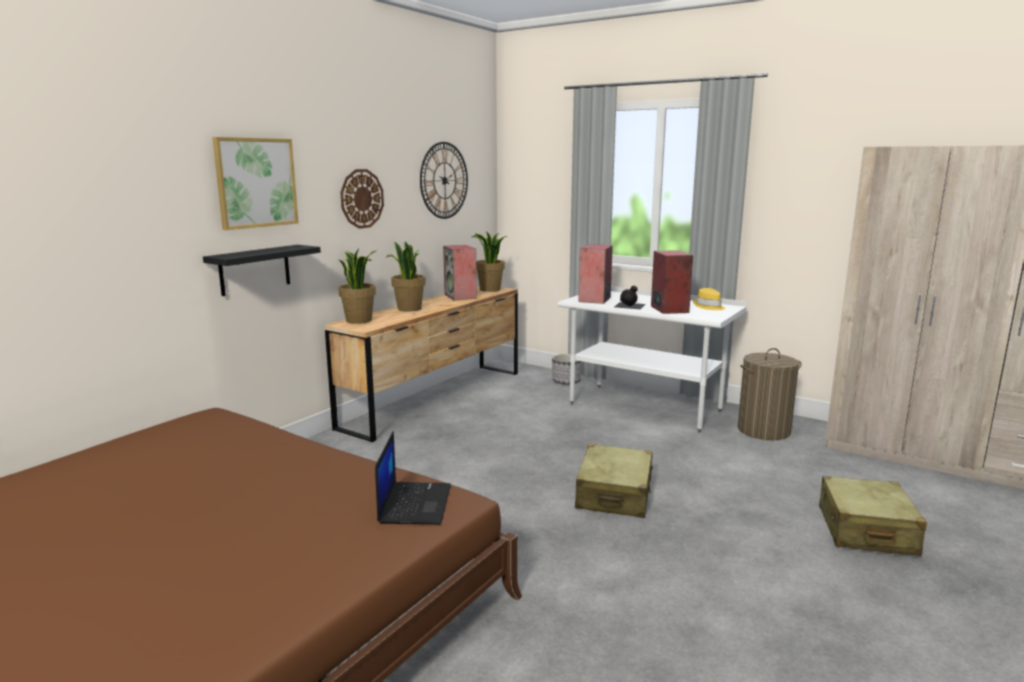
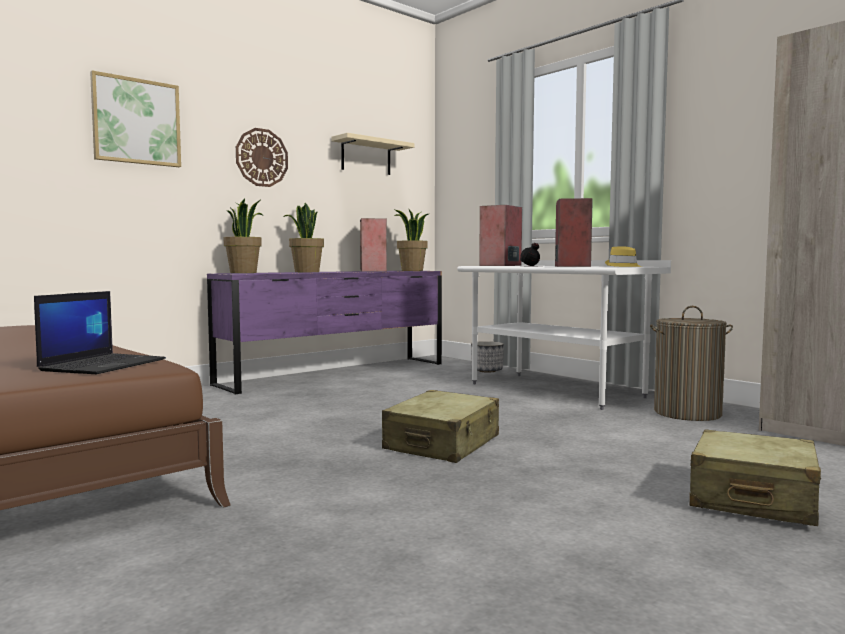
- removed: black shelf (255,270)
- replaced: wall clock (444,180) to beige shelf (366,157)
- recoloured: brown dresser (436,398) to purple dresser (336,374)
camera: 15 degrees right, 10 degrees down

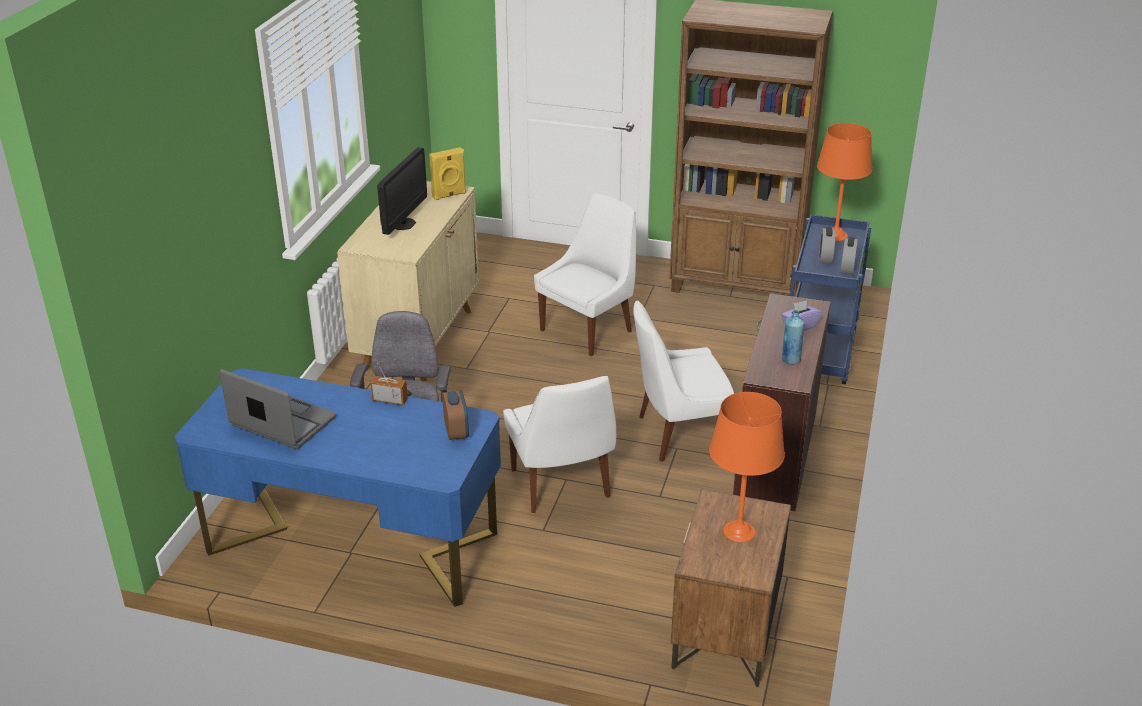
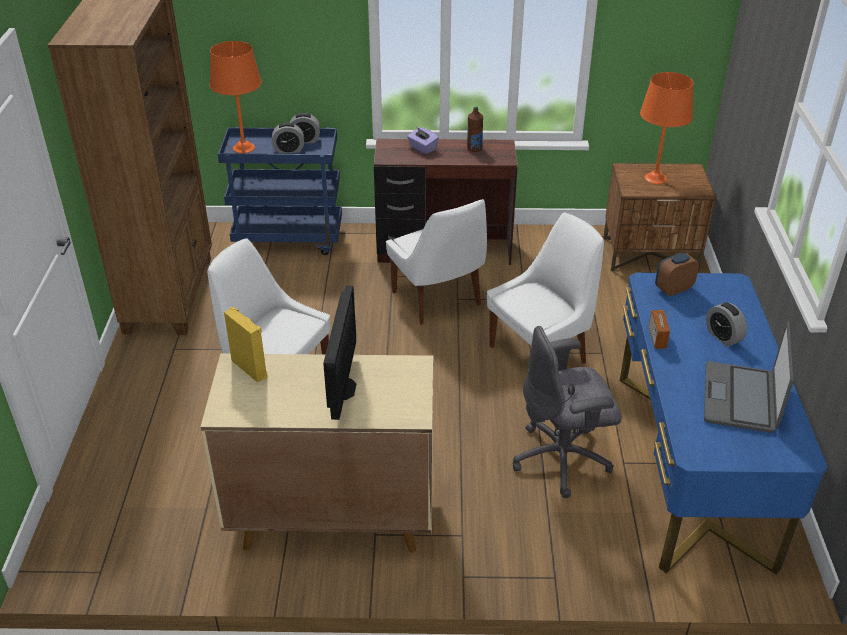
- added: alarm clock (723,337)
- recoloured: blue bottle (790,360) to brown bottle (474,149)
- turned: monitor (403,224) = (341,389) 90 degrees clockwise
camera: 105 degrees left, 5 degrees up

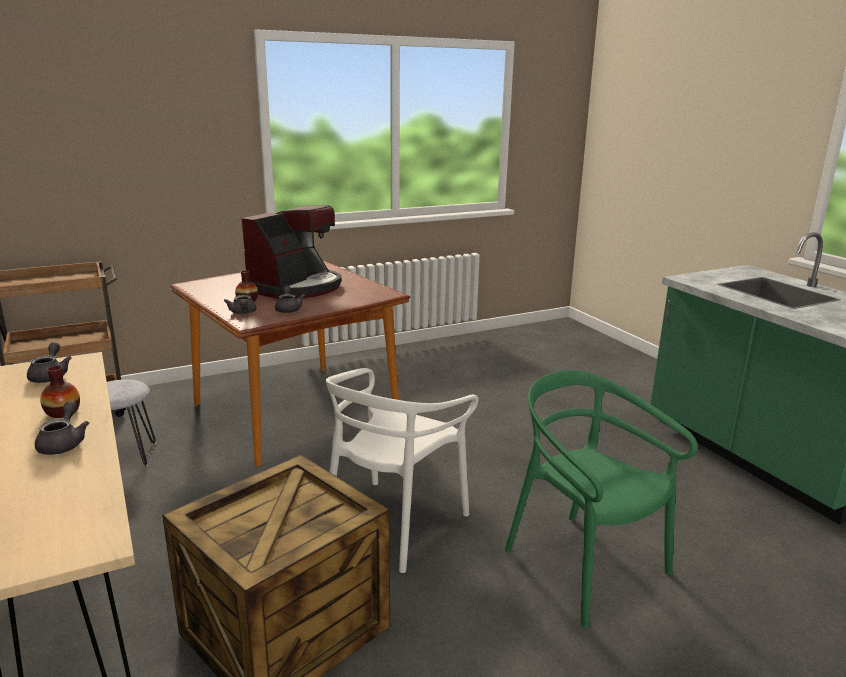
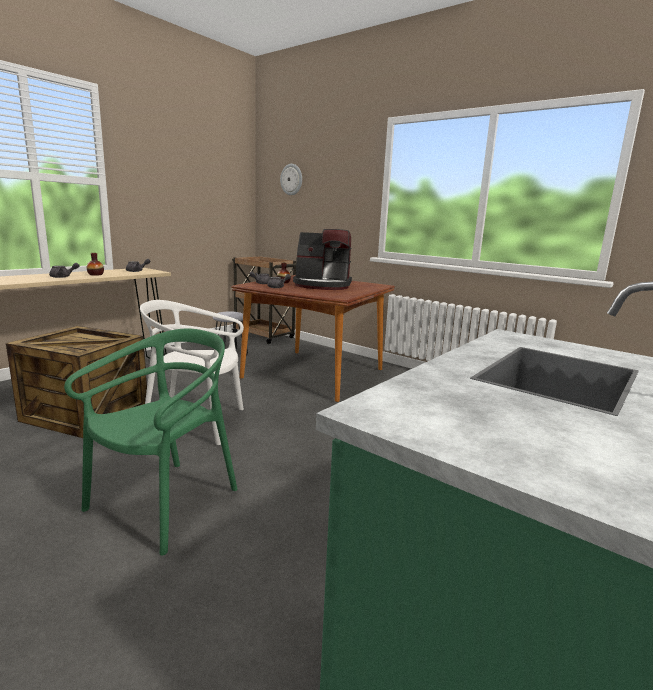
- added: wall clock (291,179)
camera: 65 degrees right, 5 degrees down

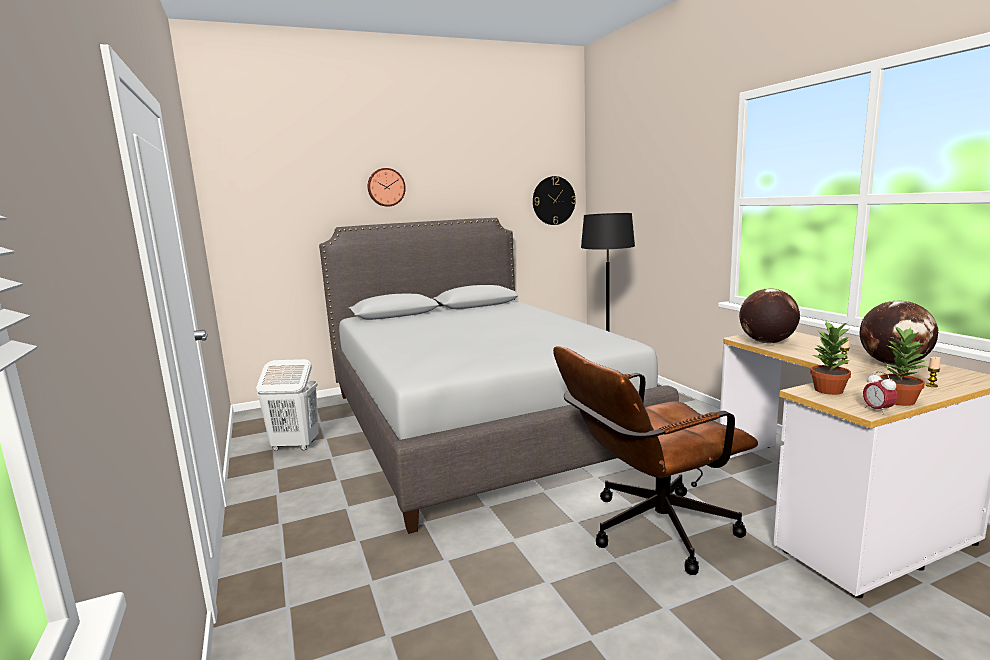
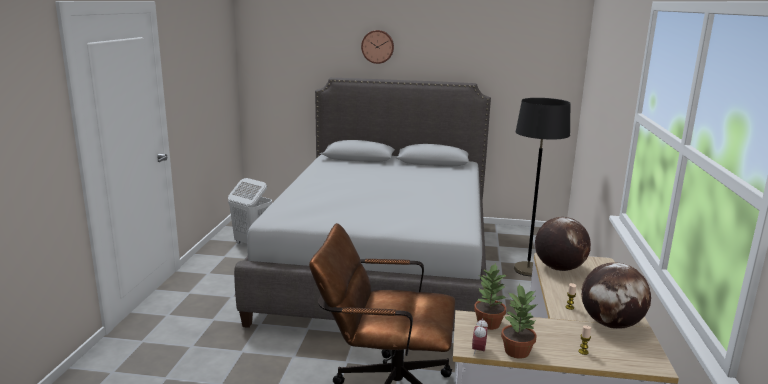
- removed: wall clock (553,200)
camera: 30 degrees right, 5 degrees up

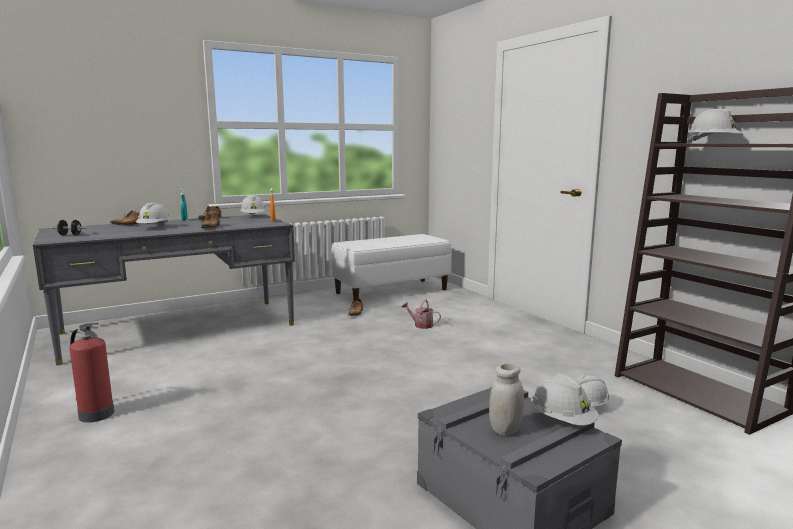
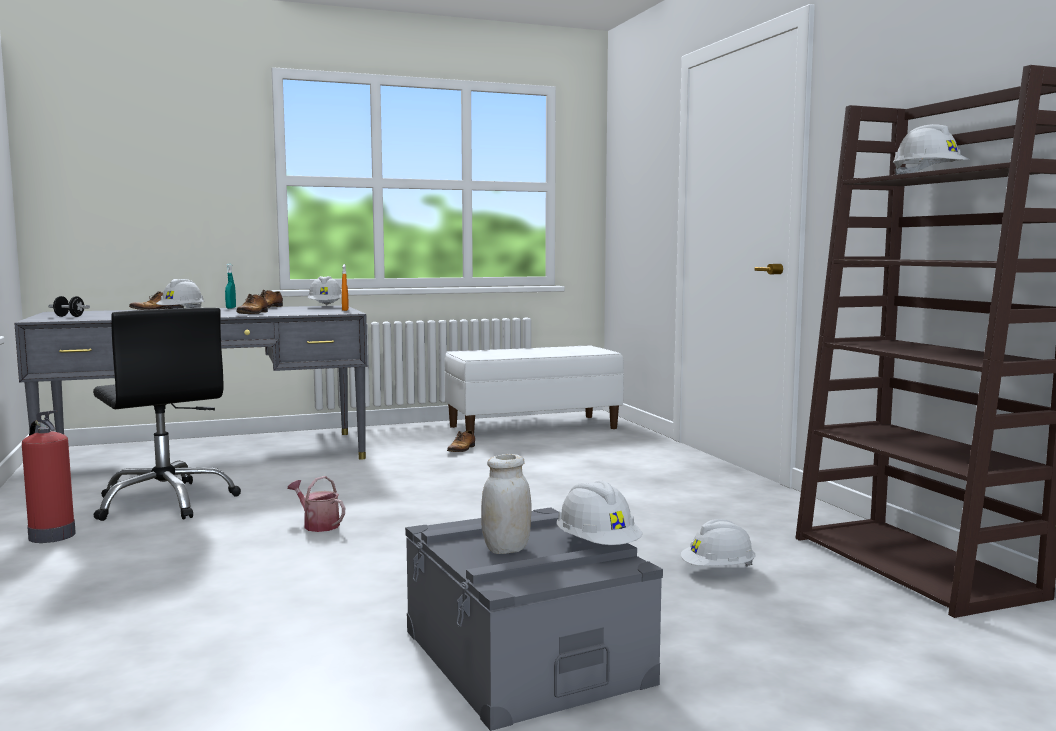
- added: black office chair (166,502)
- moved: watering can (421,325) to (318,525)
camera: 10 degrees right, 5 degrees down

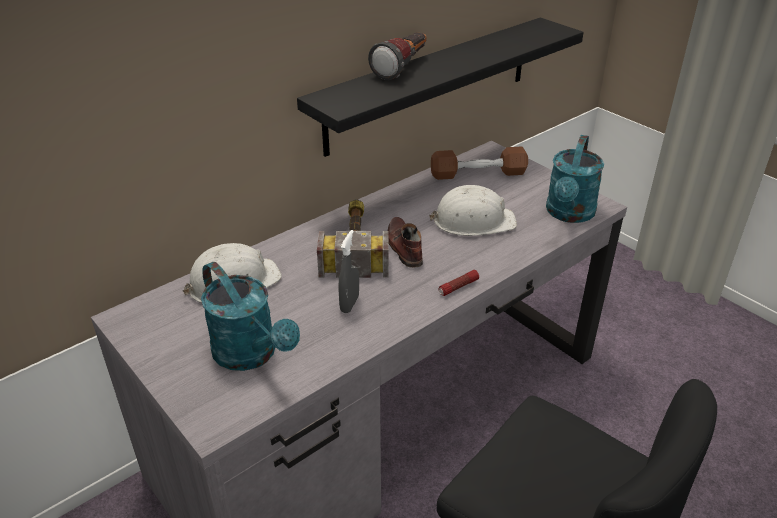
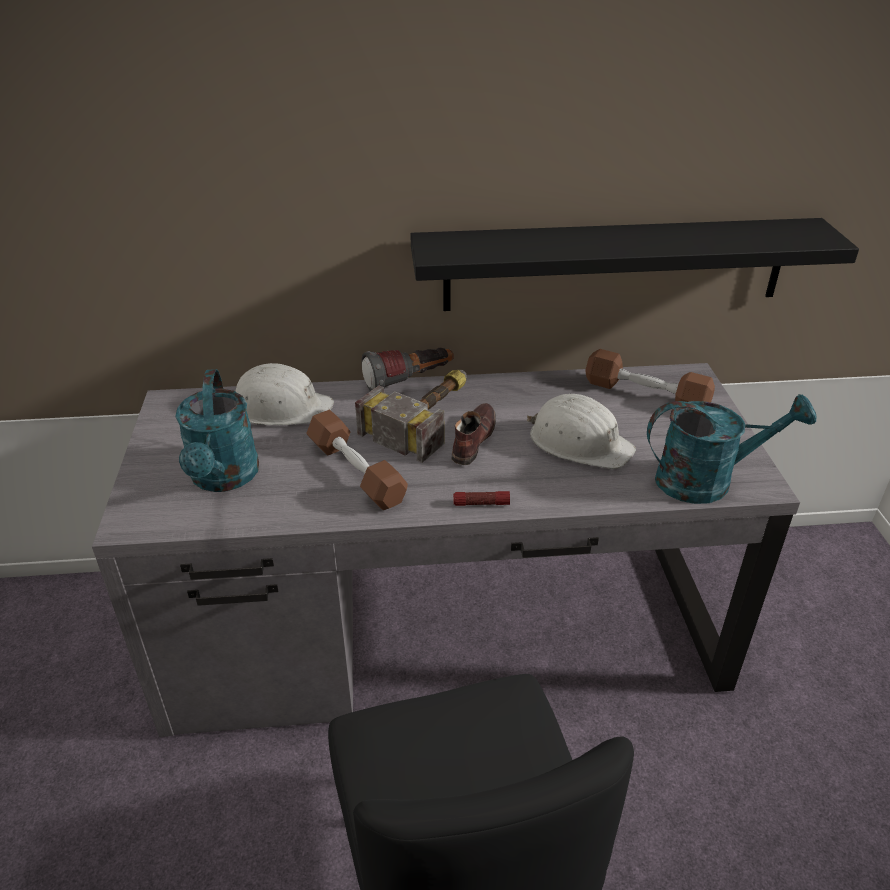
- moved: flashlight (403,68) to (409,382)
- replaced: grey spray bottle (349,304) to brown dumbbell (356,472)
- turned: turquoise watering can (569,214) = (707,480) 150 degrees counterclockwise
camera: 35 degrees right, 0 degrees up

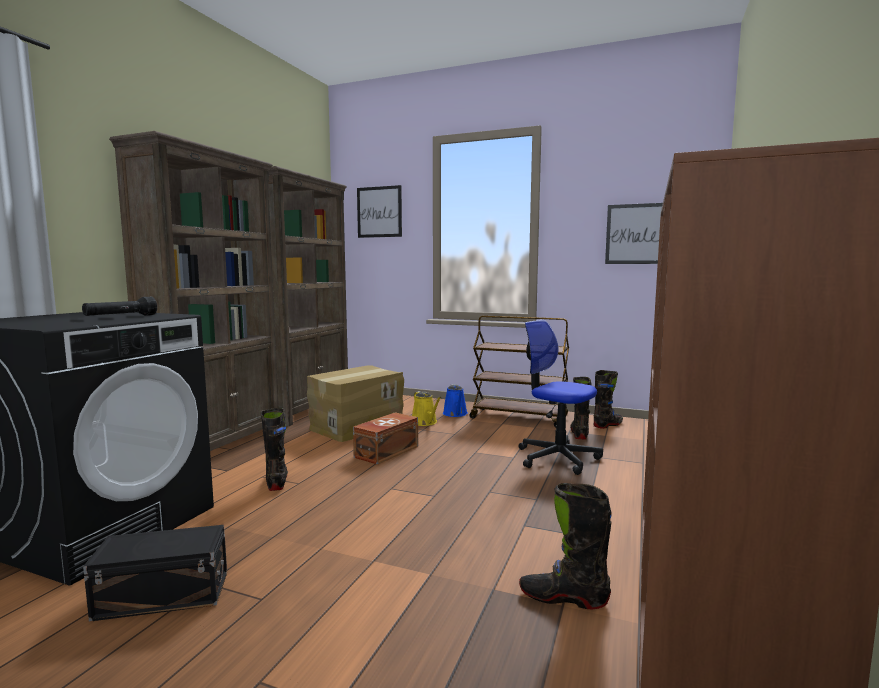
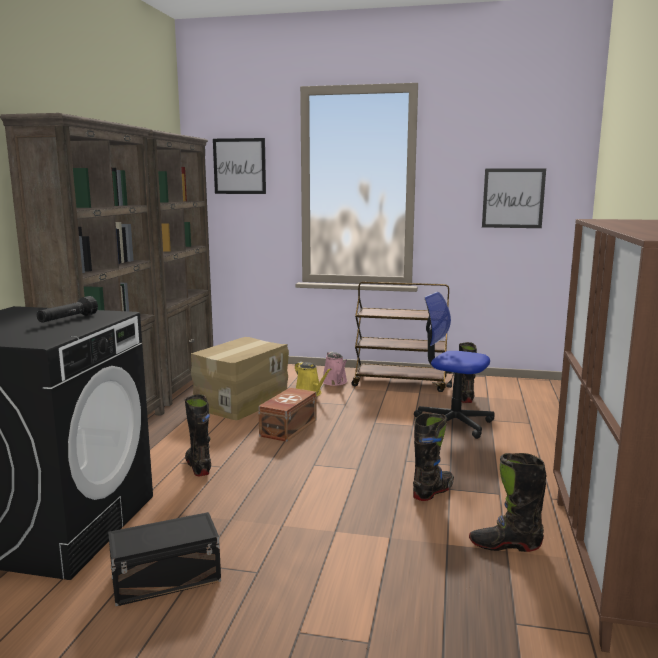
- moved: black boot (608,425) to (433,491)
- recoloured: blue watering can (455,414) to pink watering can (335,382)
camera: 10 degrees left, 5 degrees up

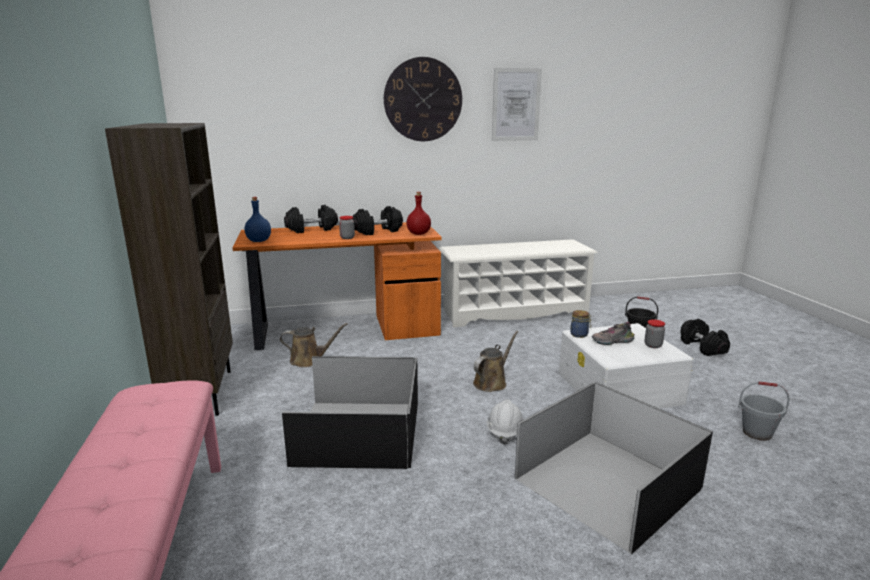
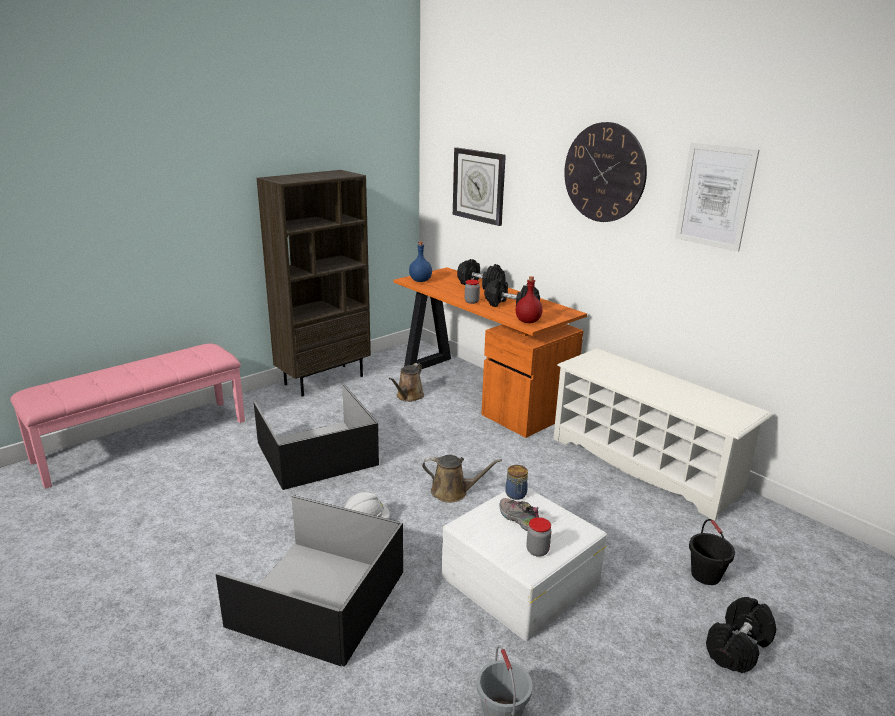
- added: wall clock (479,186)
- turned: brown watering can (309,360) = (408,396) 60 degrees clockwise
camera: 60 degrees right, 5 degrees up

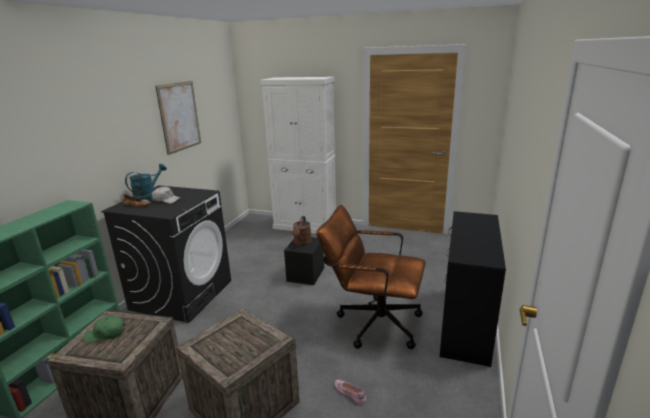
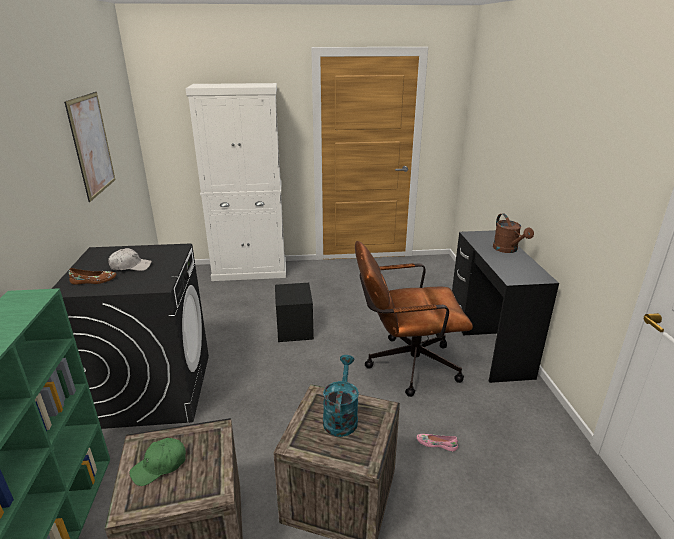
- moved: turquoise watering can (148,195) to (341,416)
- moved: brown watering can (302,243) to (508,250)
camera: 25 degrees left, 5 degrees up

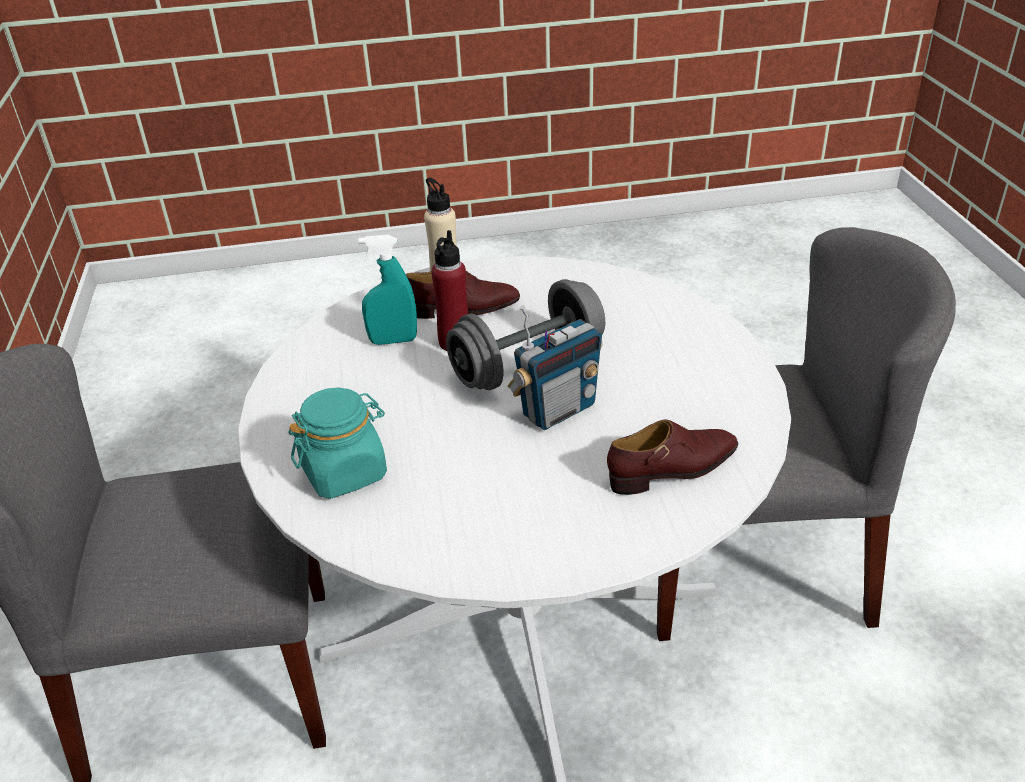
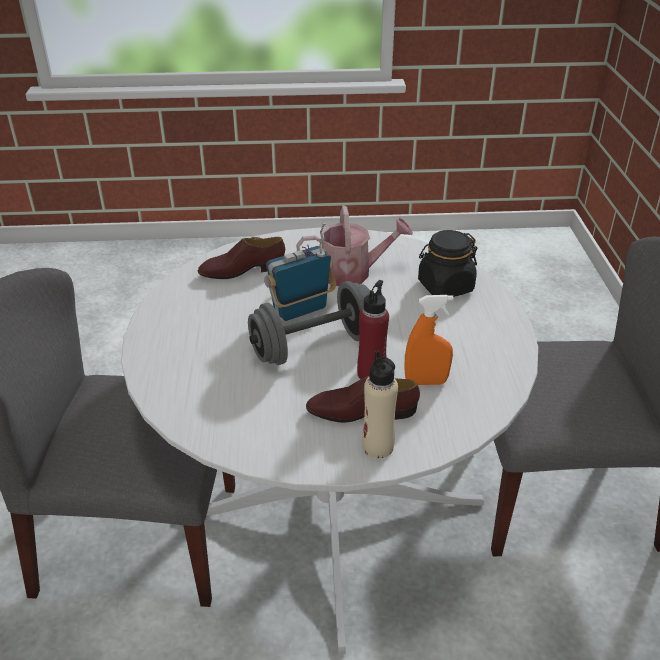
- added: watering can (352,273)
- recoloured: turquoise jar (345,472) to black jar (445,286)
- recoloured: turquoise spray bottle (393,341) to orange spray bottle (426,382)
camera: 175 degrees left, 0 degrees up

